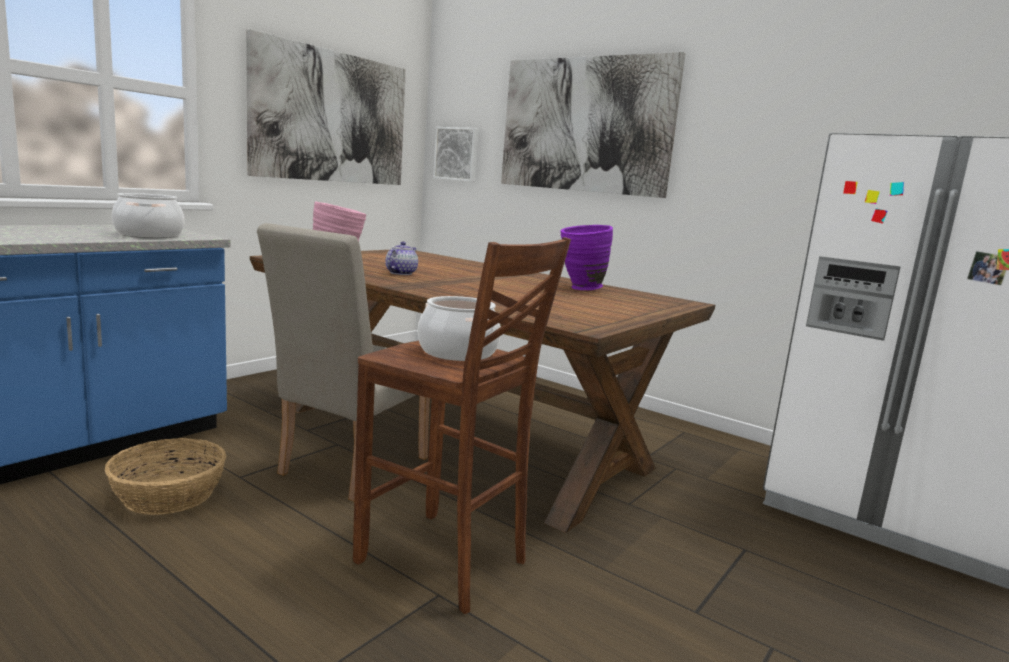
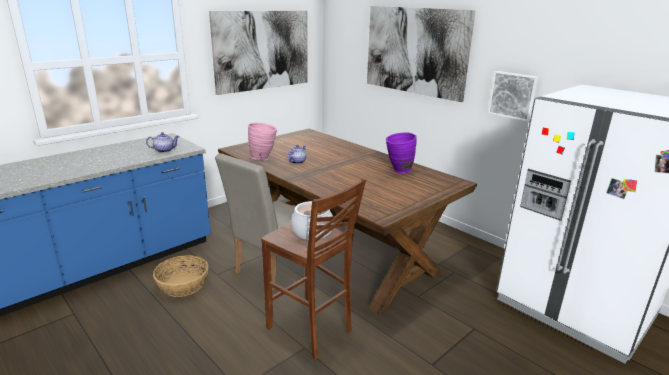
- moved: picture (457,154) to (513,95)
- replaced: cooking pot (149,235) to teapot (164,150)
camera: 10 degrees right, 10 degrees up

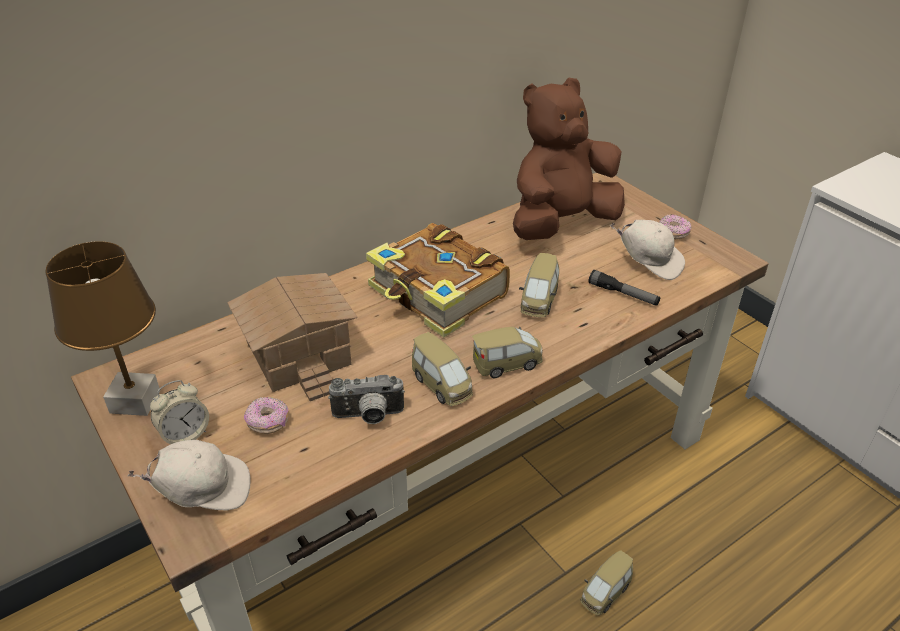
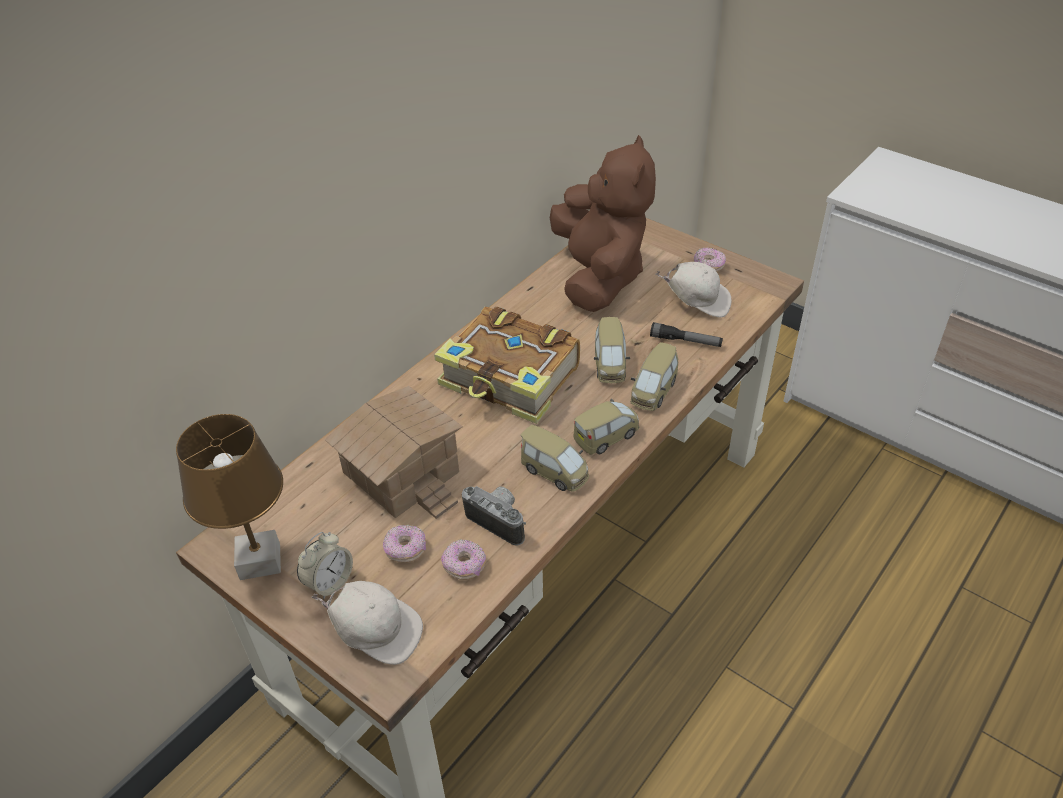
- added: donut (464,566)
- moved: toy car (605,592) to (653,391)
- turned: white cap (203,491) = (376,632) 45 degrees clockwise
- turned: photo camera (368,417) = (499,520) 120 degrees counterclockwise
- turned: brown plush toy (561,224) = (599,277) 135 degrees clockwise
camera: 15 degrees left, 5 degrees up

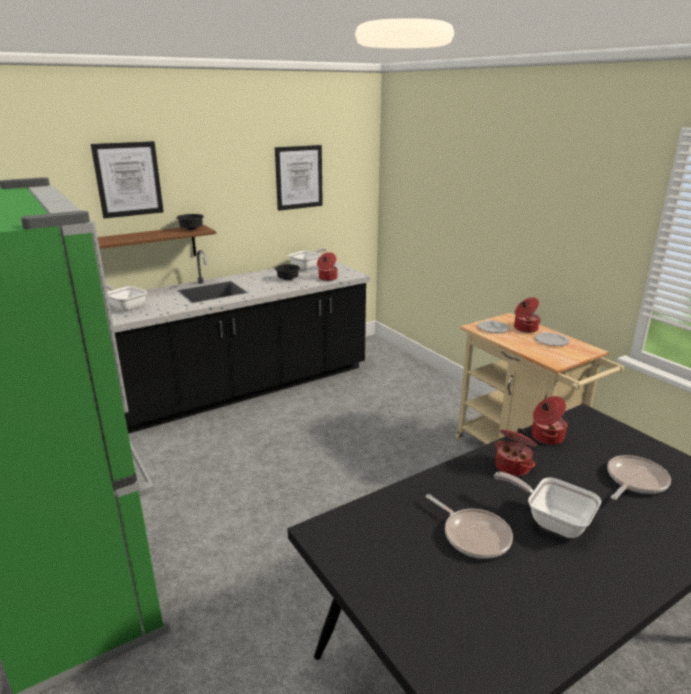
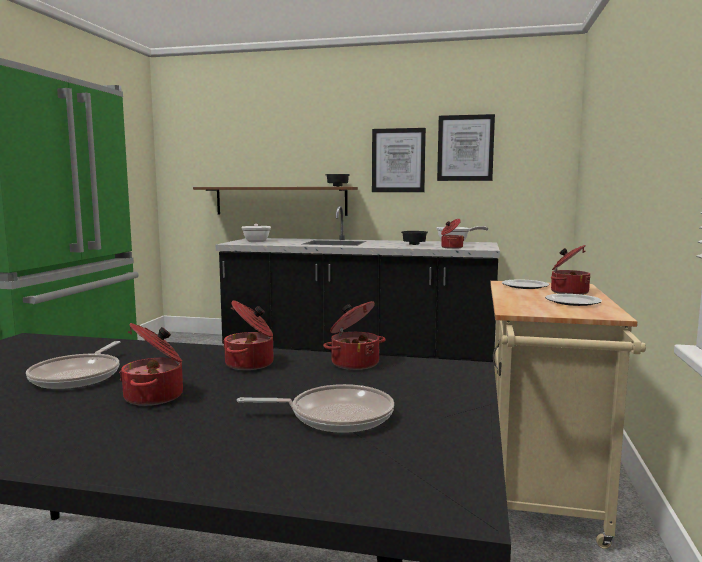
- moved: picture (128,179) to (398,160)
- replaced: frying pan (552,520) to cooking pot (155,396)
camera: 45 degrees right, 15 degrees down

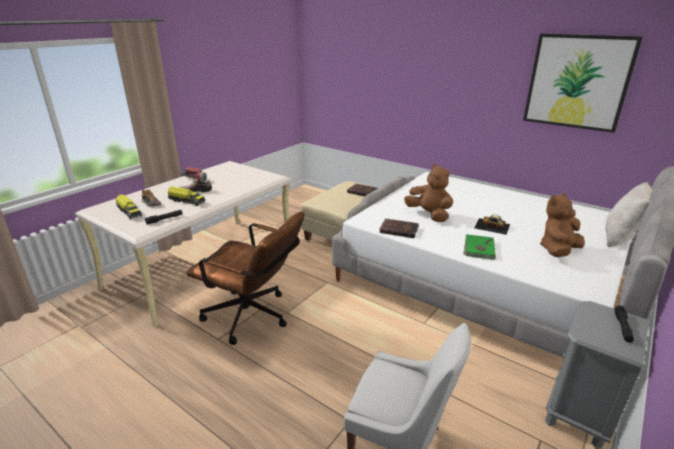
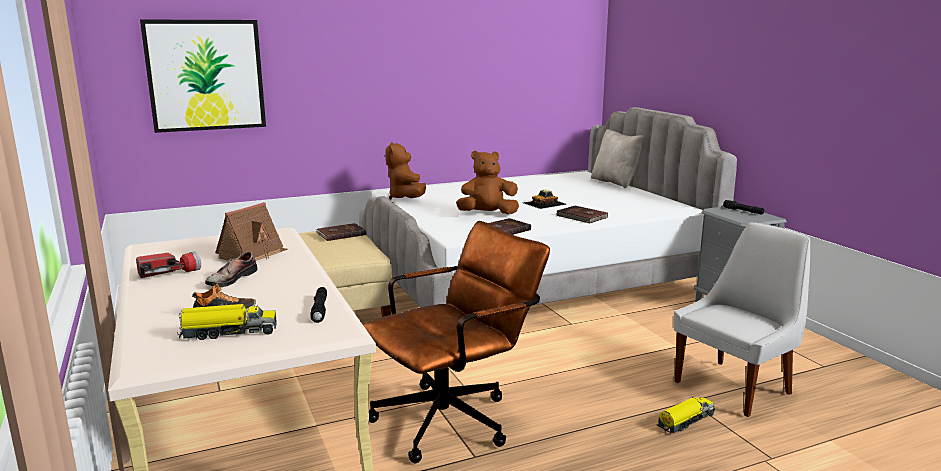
- added: toy house (253,254)
- moved: toy truck (186,201) to (685,421)
- moved: picture (577,82) to (205,75)
- moved: brown plush toy (558,251) to (406,198)
- recoloured: green book (478,248) to brown book (581,217)
camera: 60 degrees left, 10 degrees down

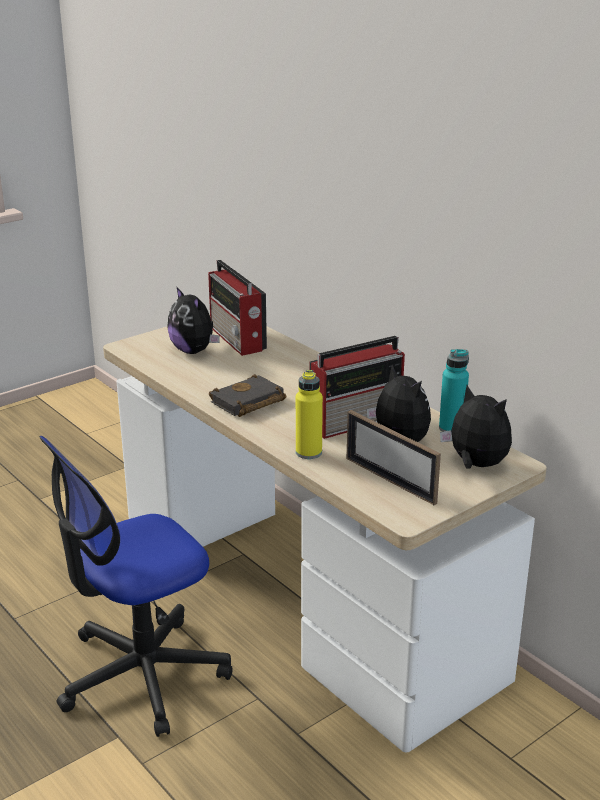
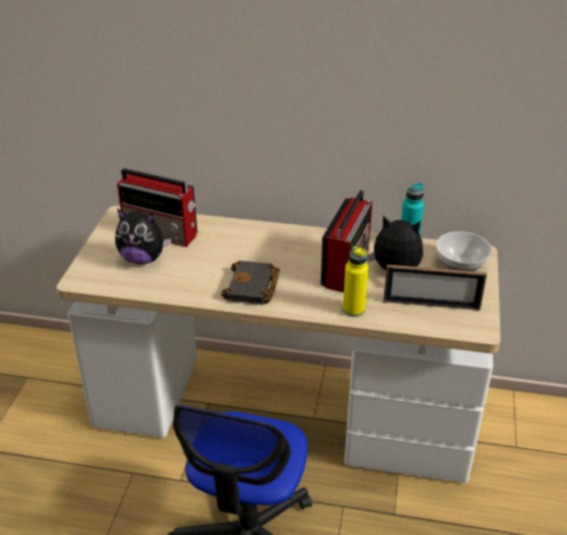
- replaced: plush toy (476,465) to bowl (459,266)
camera: 40 degrees left, 10 degrees up

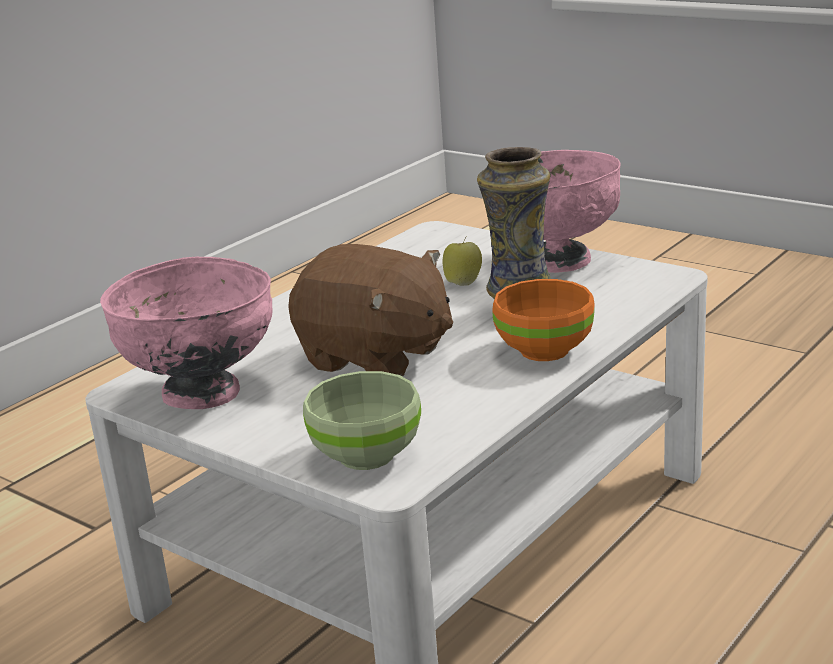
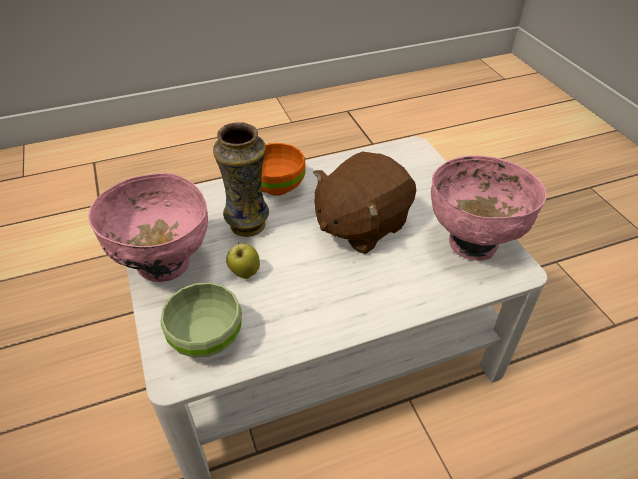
- moved: green bowl (368,454) to (205,338)
- turned: brown plush toy (375,357) = (360,225) 105 degrees counterclockwise
camera: 150 degrees left, 20 degrees up

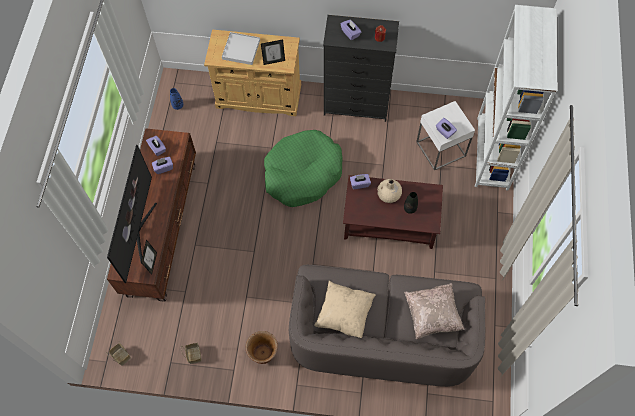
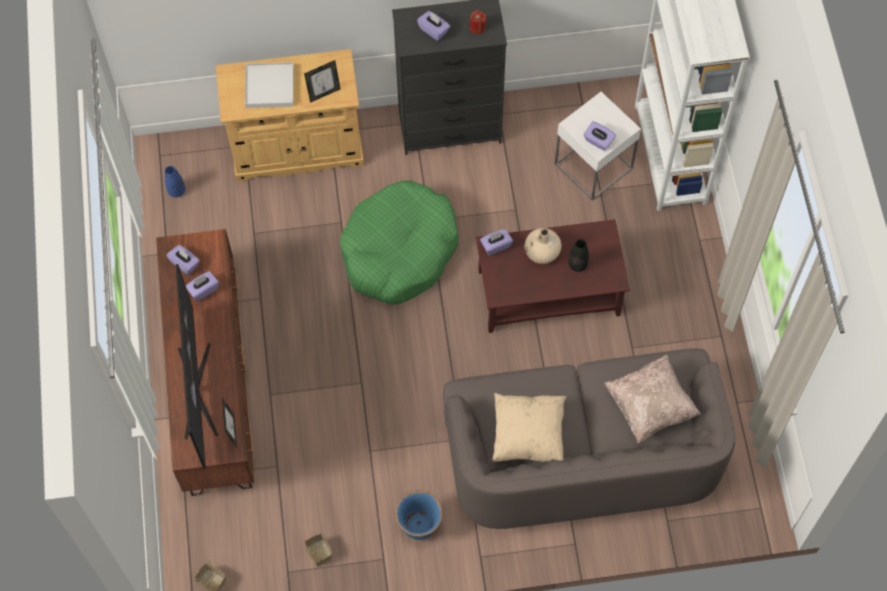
- recoloured: brown planter (263,353) to blue planter (419,525)
camera: 15 degrees left, 0 degrees up

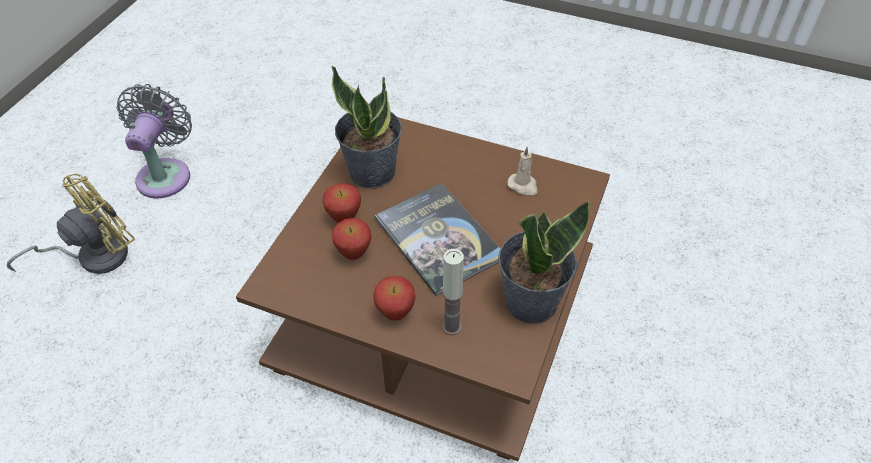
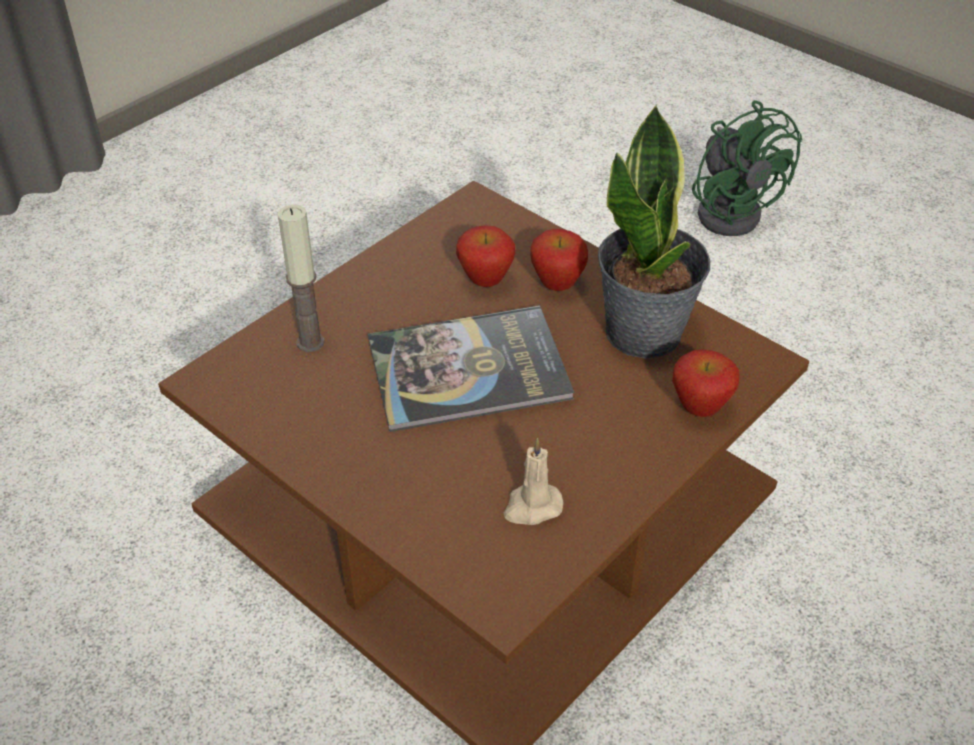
- removed: grey fan (166,174)
- removed: potted plant (530,301)
- moved: apple (395,313) to (700,409)
- recoloured: yellow fan (94,256) to green fan (732,210)
camera: 110 degrees right, 5 degrees down

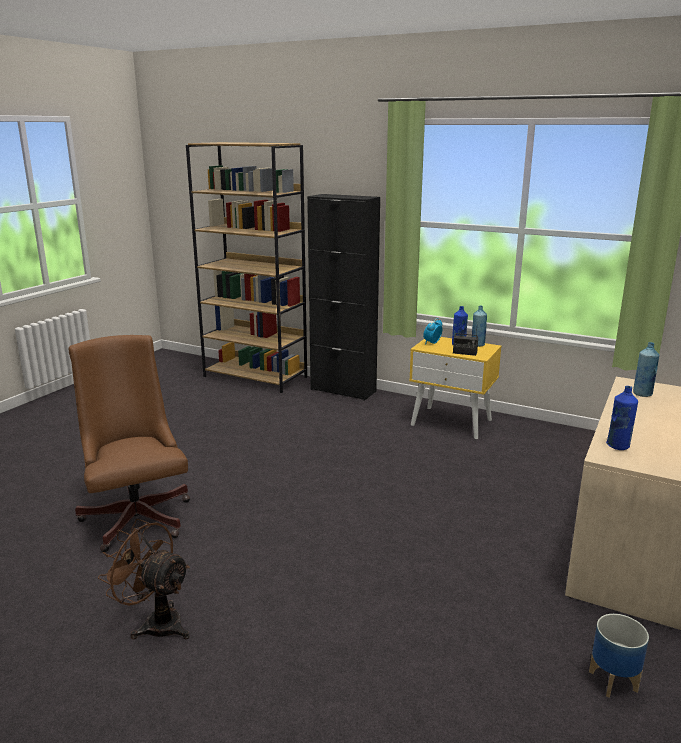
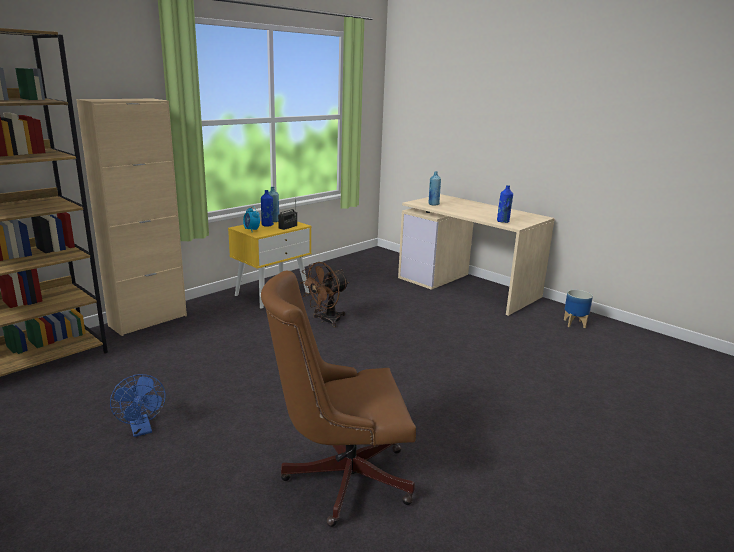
- added: blue fan (142,430)
- moved: brown fan (156,622) to (326,321)
- recoloured: black cabinet (343,390) to beige cabinet (148,320)
camera: 75 degrees left, 0 degrees up

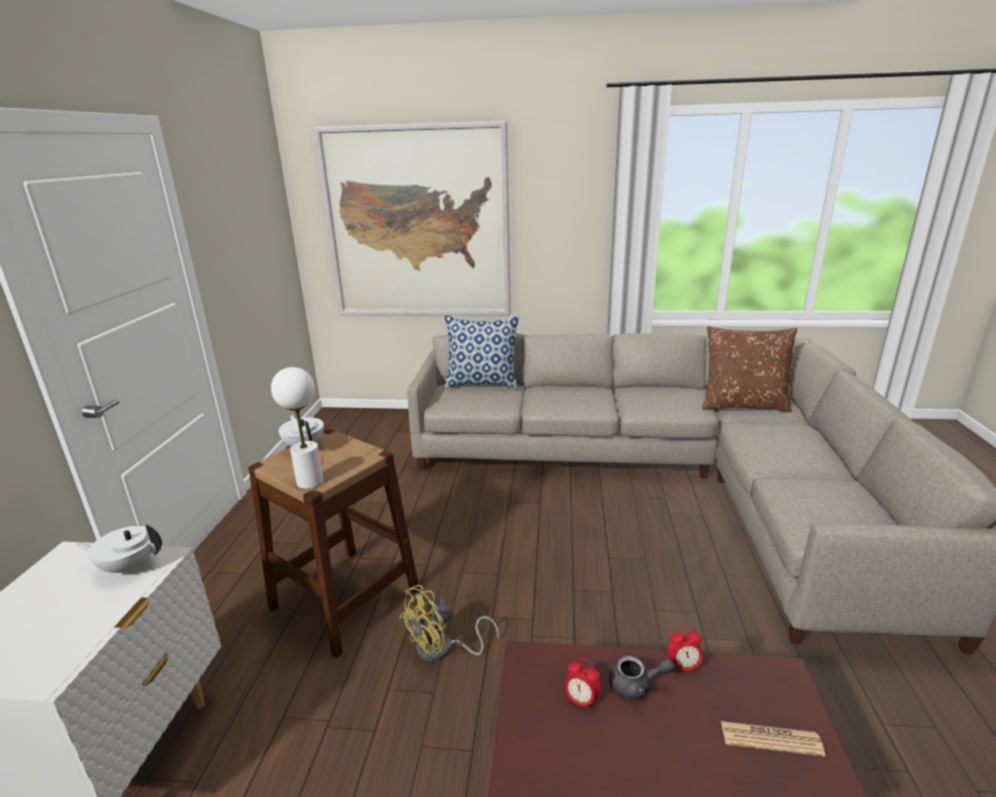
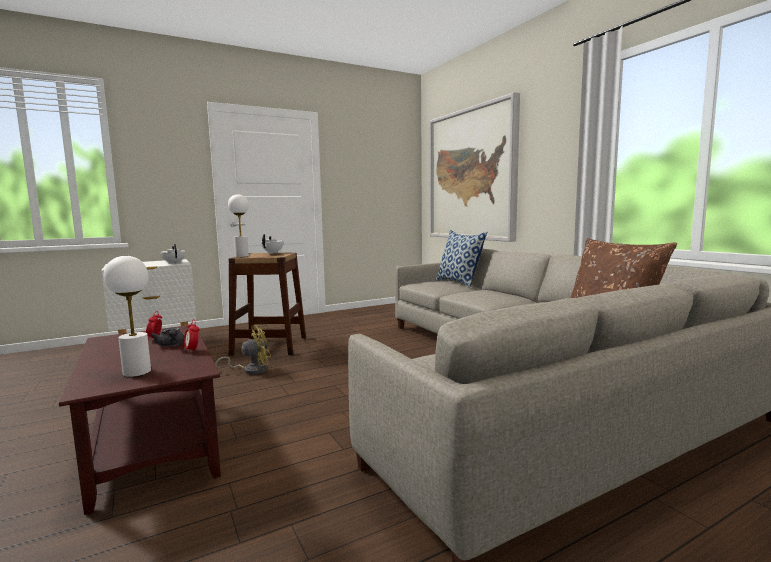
- replaced: newspaper (770,739) to white table lamp (137,372)
- turned: yellow fan (442,649) = (251,370) 135 degrees clockwise
camera: 55 degrees right, 15 degrees down

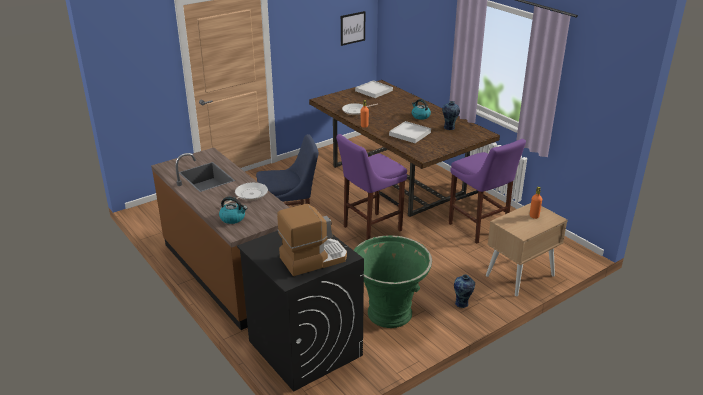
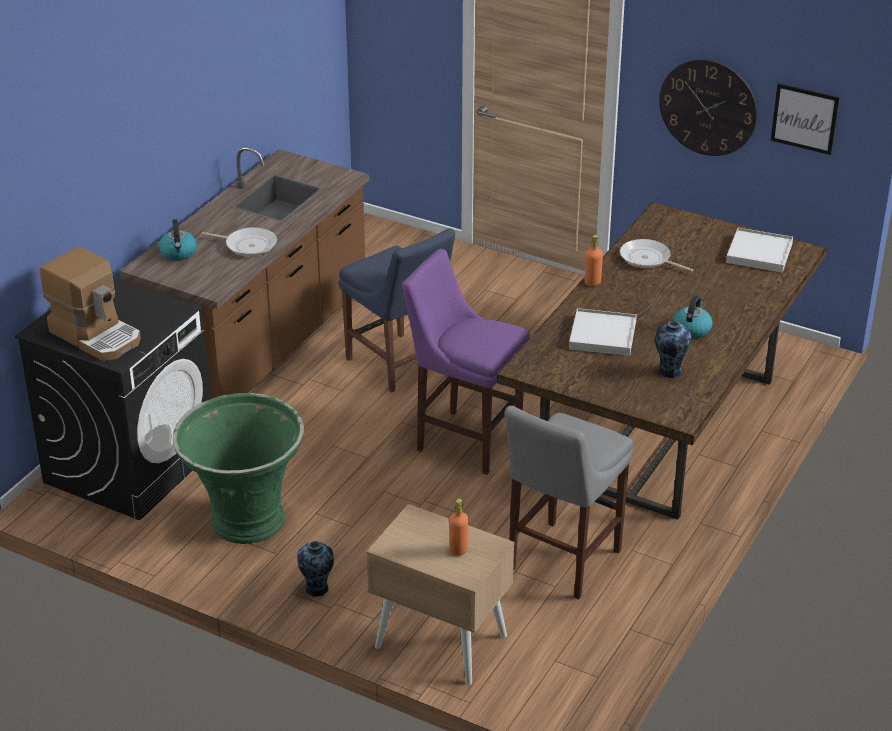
- added: wall clock (708,107)
- recoloured: purple stool (479,229) to grey stool (560,563)
camera: 65 degrees right, 5 degrees up

